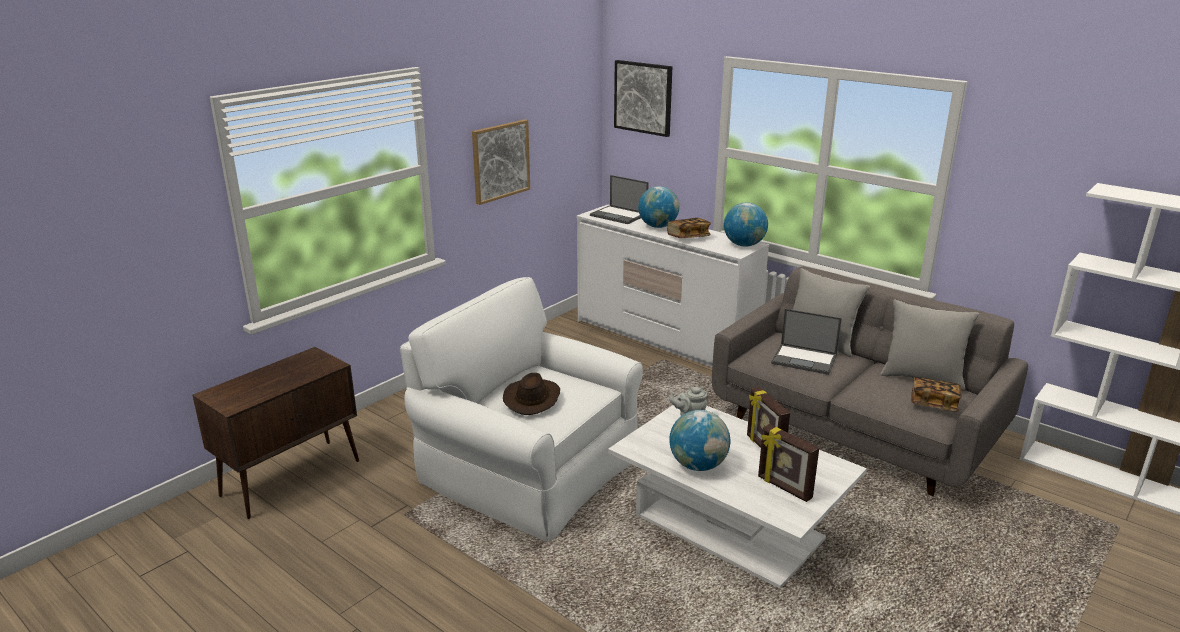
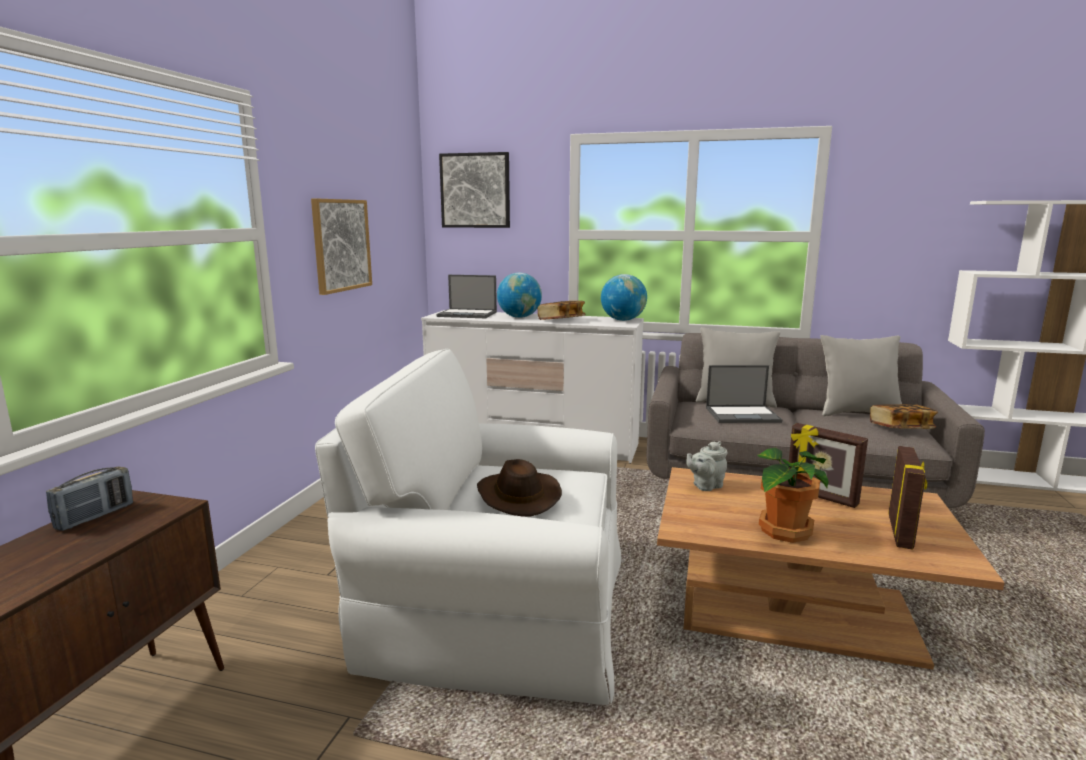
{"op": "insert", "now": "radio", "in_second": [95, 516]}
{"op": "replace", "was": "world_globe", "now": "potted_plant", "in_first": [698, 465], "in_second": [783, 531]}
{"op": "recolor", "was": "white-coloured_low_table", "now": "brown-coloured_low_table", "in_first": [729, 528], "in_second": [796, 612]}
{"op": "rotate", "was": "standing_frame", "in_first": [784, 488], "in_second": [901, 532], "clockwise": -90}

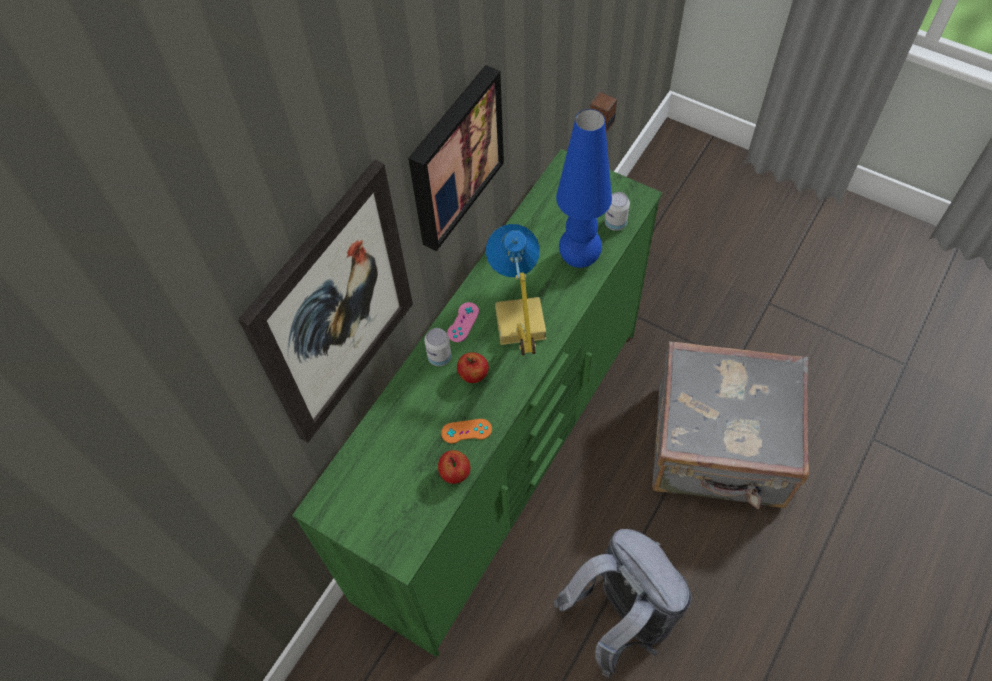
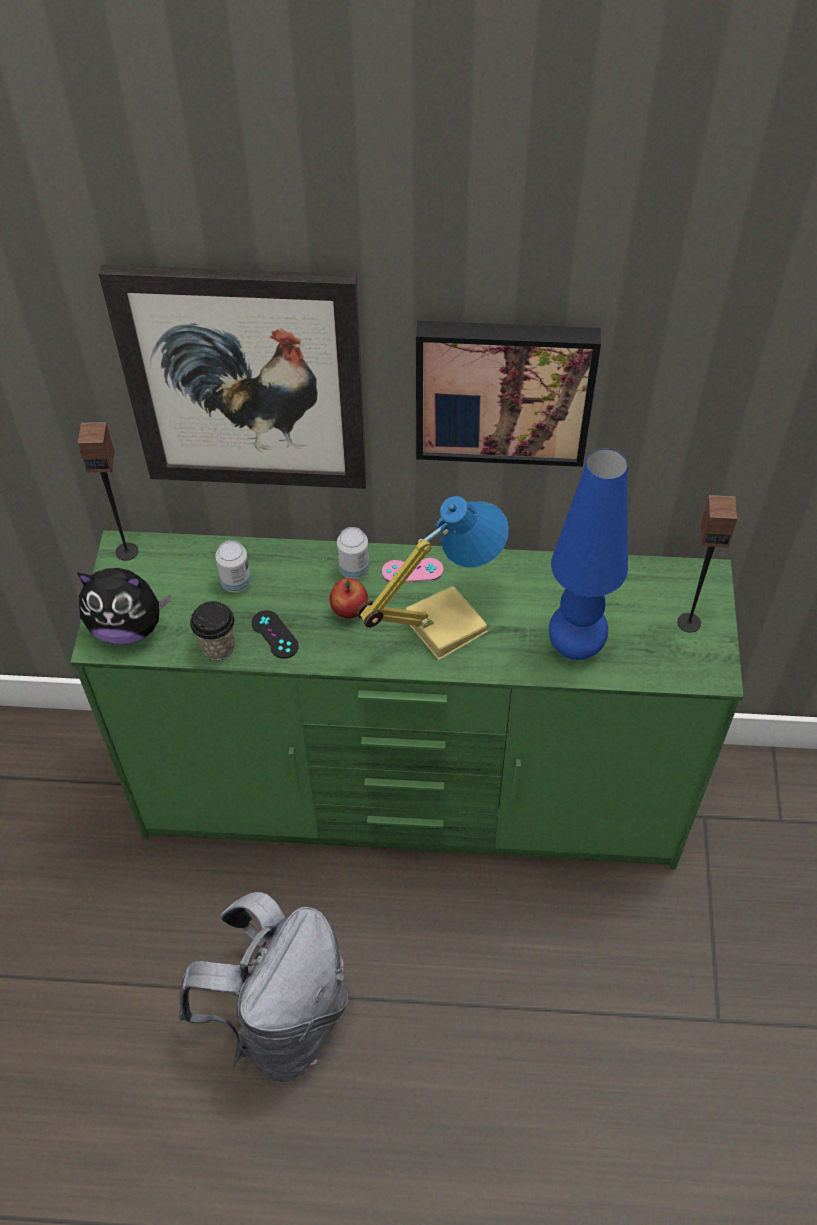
{"op": "delete", "was": "greyish_travel_case", "in_first": [720, 449]}
{"op": "insert", "now": "soft_toy", "in_second": [128, 627]}
{"op": "insert", "now": "speaker", "in_second": [127, 551]}
{"op": "move", "was": "sealed_can", "in_first": [615, 223], "in_second": [236, 582]}
{"op": "replace", "was": "apple", "now": "cup", "in_first": [455, 473], "in_second": [218, 647]}
{"op": "recolor", "was": "orangey_gamepad", "now": "blackish_gamepad", "in_first": [466, 431], "in_second": [275, 634]}

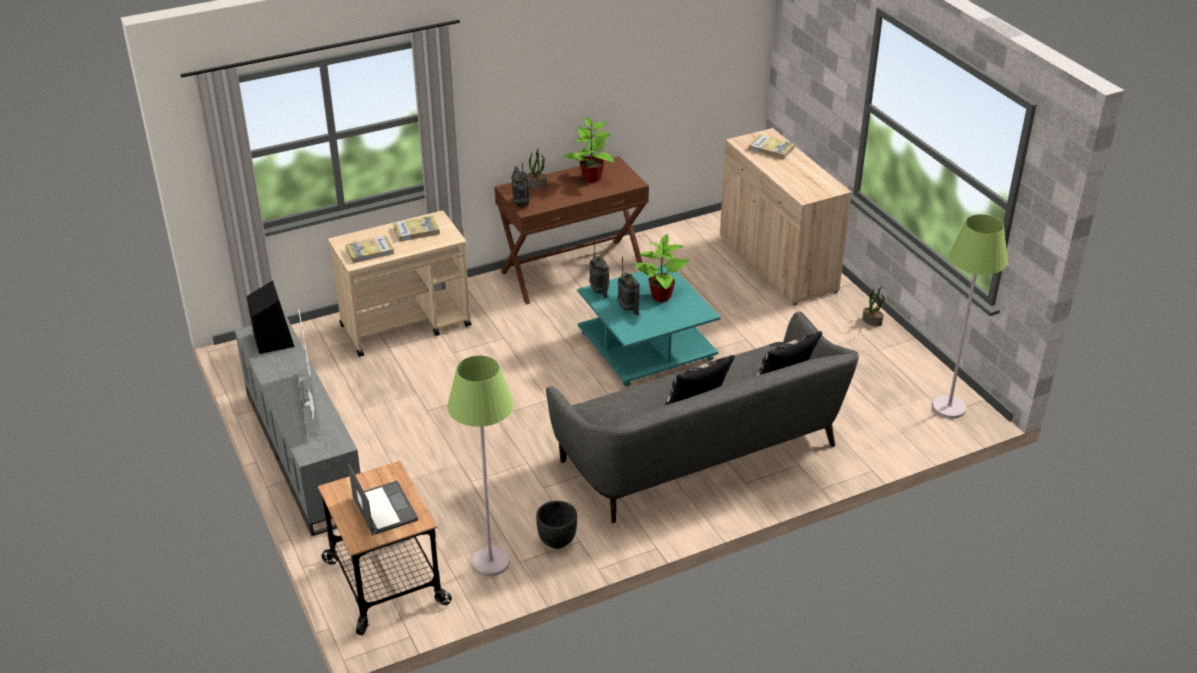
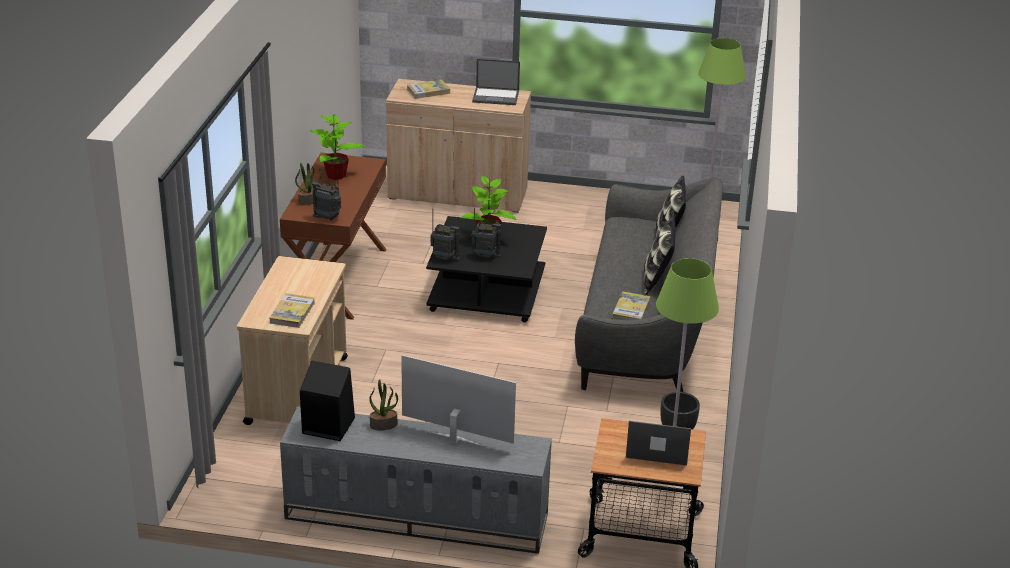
{"op": "insert", "now": "portable_computer", "in_second": [496, 96]}
{"op": "move", "was": "volume", "in_first": [416, 231], "in_second": [631, 310]}
{"op": "move", "was": "potted_plant", "in_first": [872, 321], "in_second": [384, 424]}
{"op": "recolor", "was": "turquoise-coloured_low_table", "now": "blackish_low_table", "in_first": [646, 347], "in_second": [488, 292]}

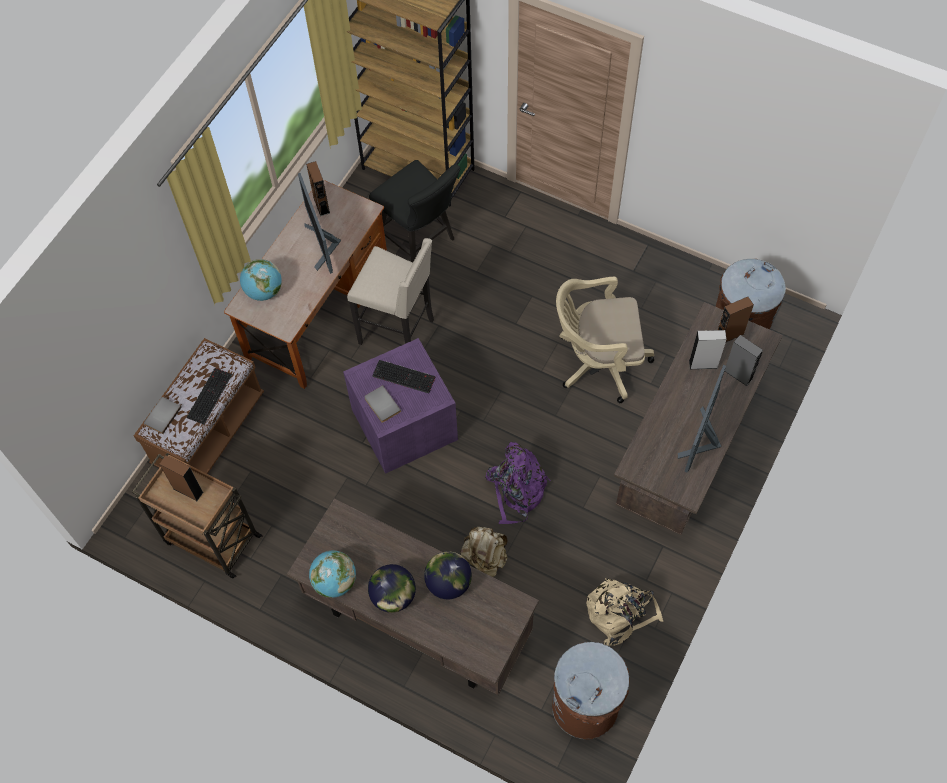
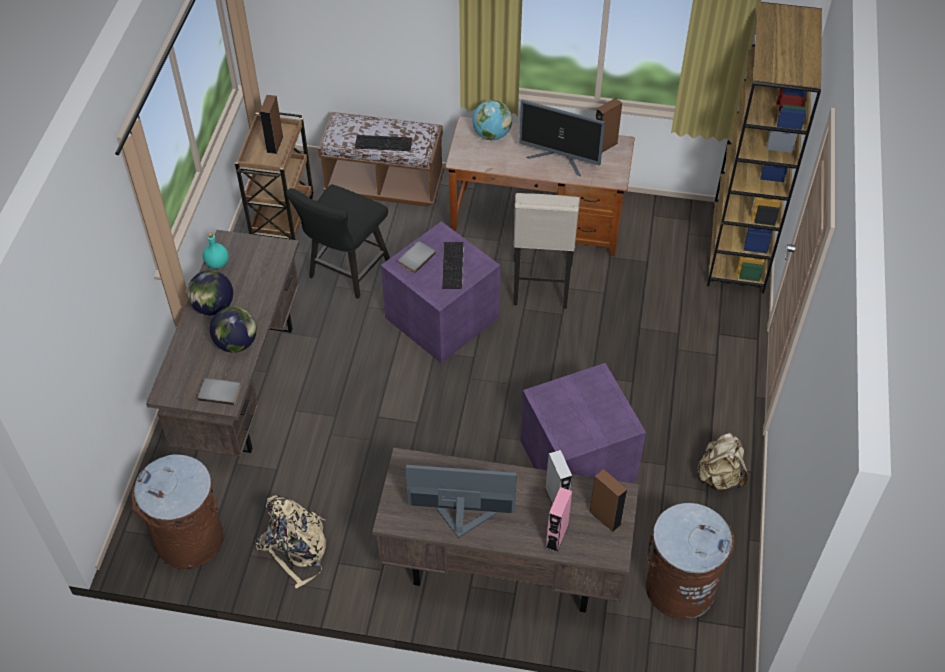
{"op": "delete", "was": "purple_rucksack", "in_first": [516, 490]}
{"op": "move", "was": "greyish_volume", "in_first": [161, 415], "in_second": [220, 391]}
{"op": "move", "was": "blackish_chair", "in_first": [420, 242], "in_second": [345, 273]}
{"op": "move", "was": "sand-coloured_rucksack", "in_first": [485, 558], "in_second": [719, 476]}
{"op": "replace", "was": "world_globe", "now": "turquoise-coloured_drink_bottle", "in_first": [335, 581], "in_second": [217, 263]}
{"op": "replace", "was": "sand-coloured_office_chair", "now": "purple_storage_box", "in_first": [597, 362], "in_second": [578, 459]}
{"op": "recolor", "was": "greyish_speaker", "now": "pinkish_speaker", "in_first": [738, 374], "in_second": [556, 536]}
{"op": "rotate", "was": "computer_display", "in_first": [323, 245], "in_second": [560, 160], "clockwise": -120}

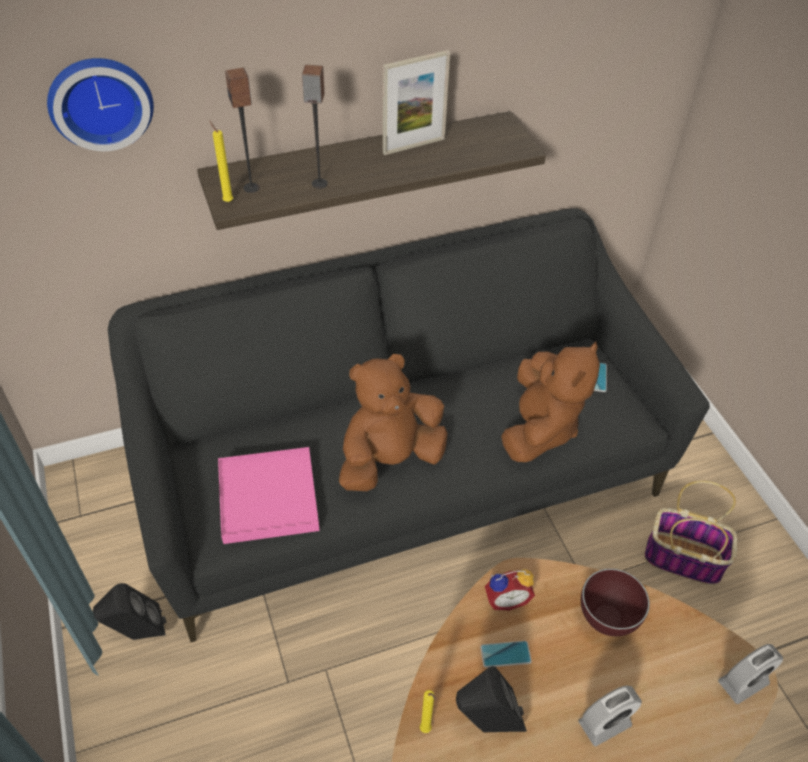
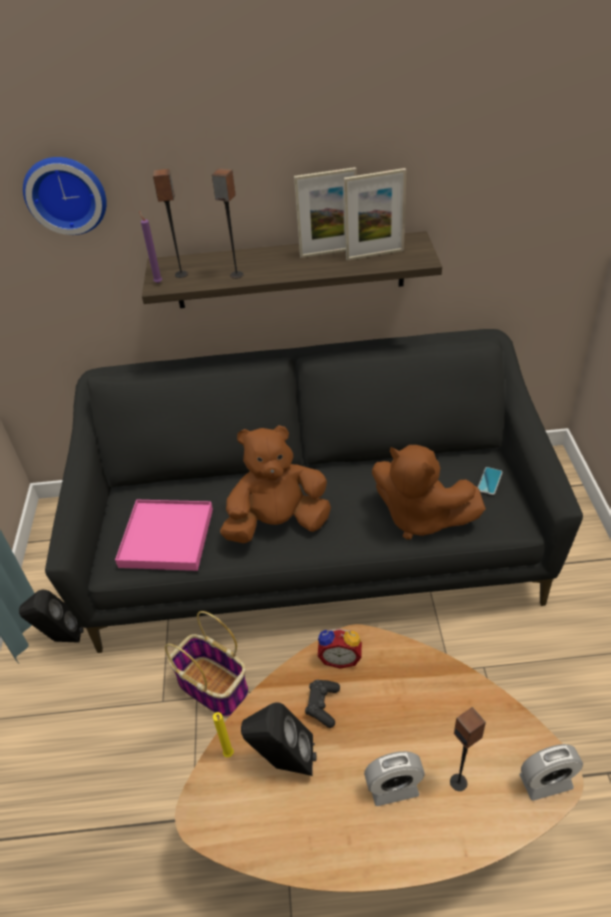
{"op": "delete", "was": "brown-coloured_deep_dish", "in_first": [604, 619]}
{"op": "insert", "now": "standing_frame", "in_second": [375, 254]}
{"op": "insert", "now": "speaker", "in_second": [458, 782]}
{"op": "move", "was": "household_basket", "in_first": [684, 558], "in_second": [214, 687]}
{"op": "replace", "was": "handset", "now": "blackish_gamepad", "in_first": [505, 654], "in_second": [322, 706]}
{"op": "recolor", "was": "yellowish_candle", "now": "purple_candle", "in_first": [227, 201], "in_second": [158, 282]}
{"op": "rotate", "was": "brown-coloured_soft_toy", "in_first": [539, 429], "in_second": [419, 517], "clockwise": 90}

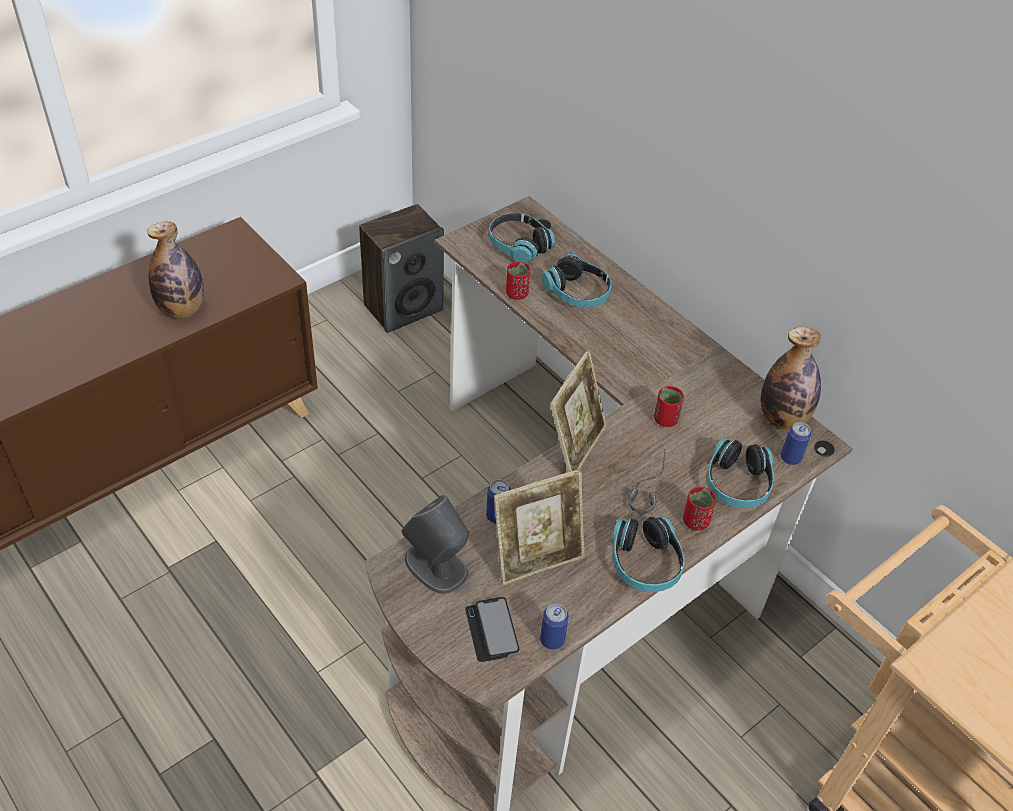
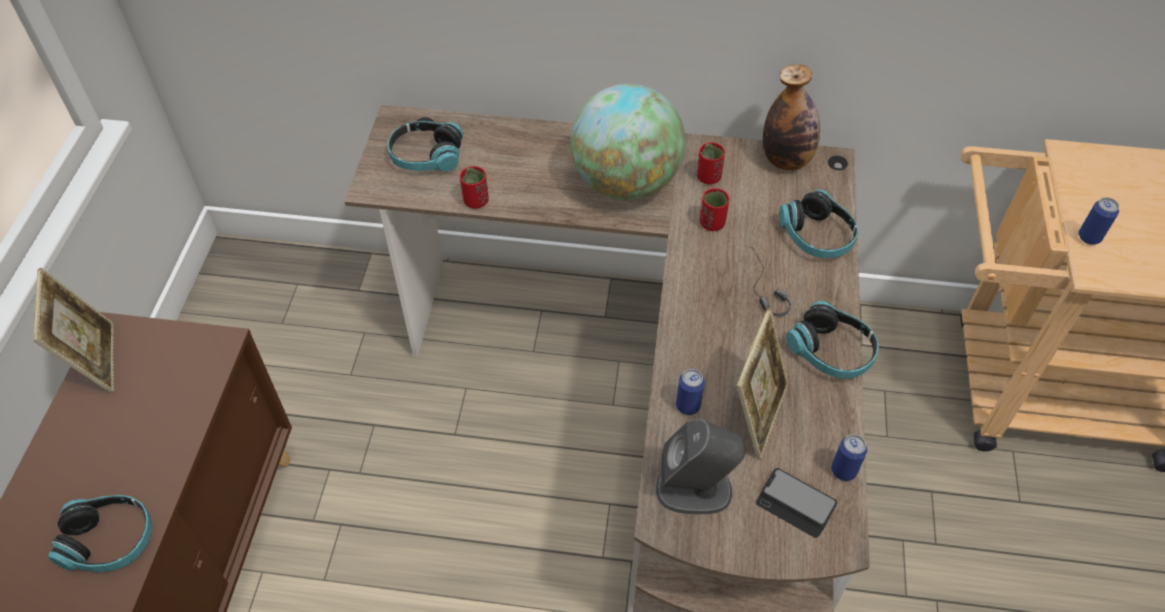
{"op": "delete", "was": "drink_bottle", "in_first": [182, 309]}
{"op": "delete", "was": "speaker", "in_first": [403, 307]}
{"op": "insert", "now": "world_globe", "in_second": [625, 183]}
{"op": "move", "was": "headphones", "in_first": [577, 292], "in_second": [109, 541]}
{"op": "move", "was": "standing_frame", "in_first": [575, 446], "in_second": [95, 360]}
{"op": "move", "was": "red_cup", "in_first": [695, 521], "in_second": [708, 177]}
{"op": "move", "was": "sealed_can", "in_first": [790, 458], "in_second": [1089, 237]}

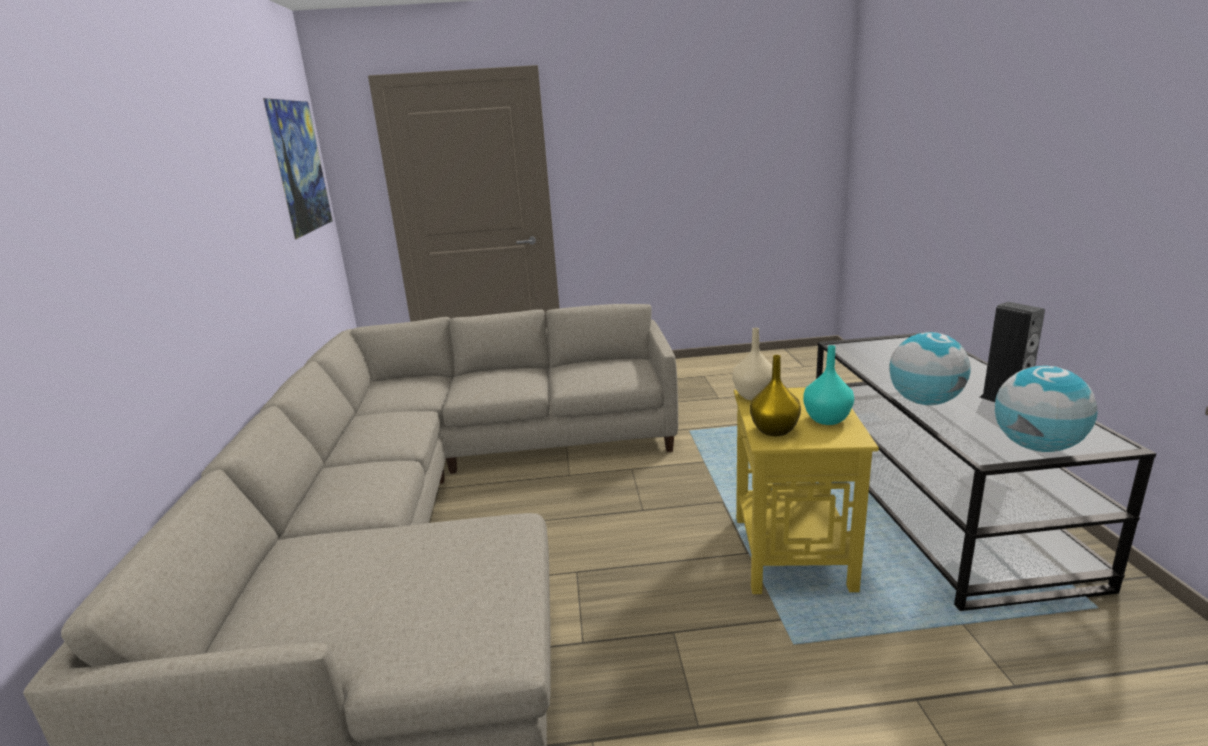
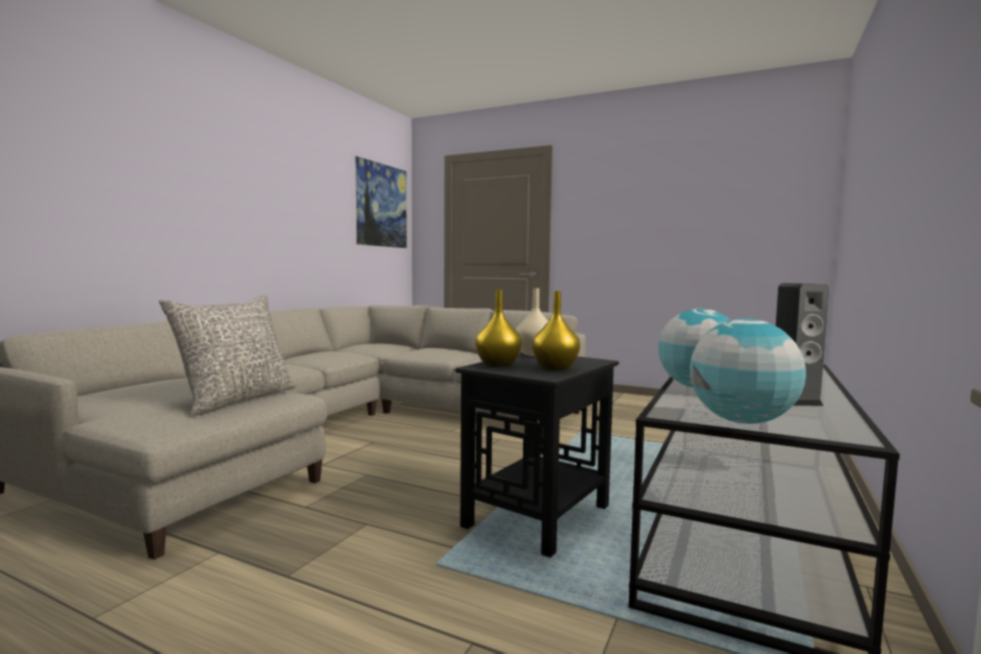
{"op": "insert", "now": "greyish_pillow", "in_second": [236, 400]}
{"op": "recolor", "was": "yellowish_accent_table", "now": "blackish_accent_table", "in_first": [792, 553], "in_second": [536, 517]}
{"op": "recolor", "was": "turquoise-coloured_vase", "now": "yellowish_vase", "in_first": [826, 419], "in_second": [555, 368]}

